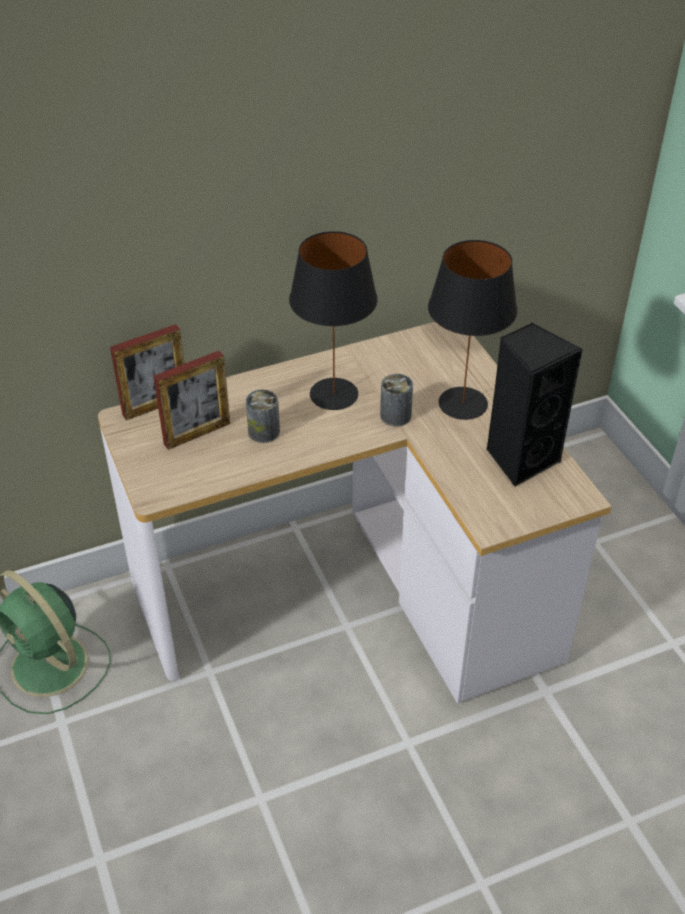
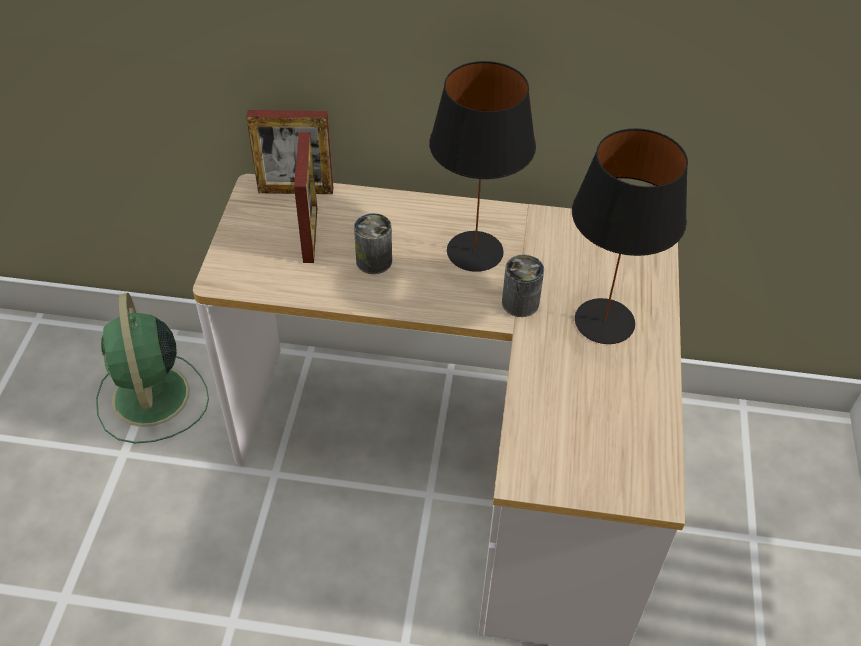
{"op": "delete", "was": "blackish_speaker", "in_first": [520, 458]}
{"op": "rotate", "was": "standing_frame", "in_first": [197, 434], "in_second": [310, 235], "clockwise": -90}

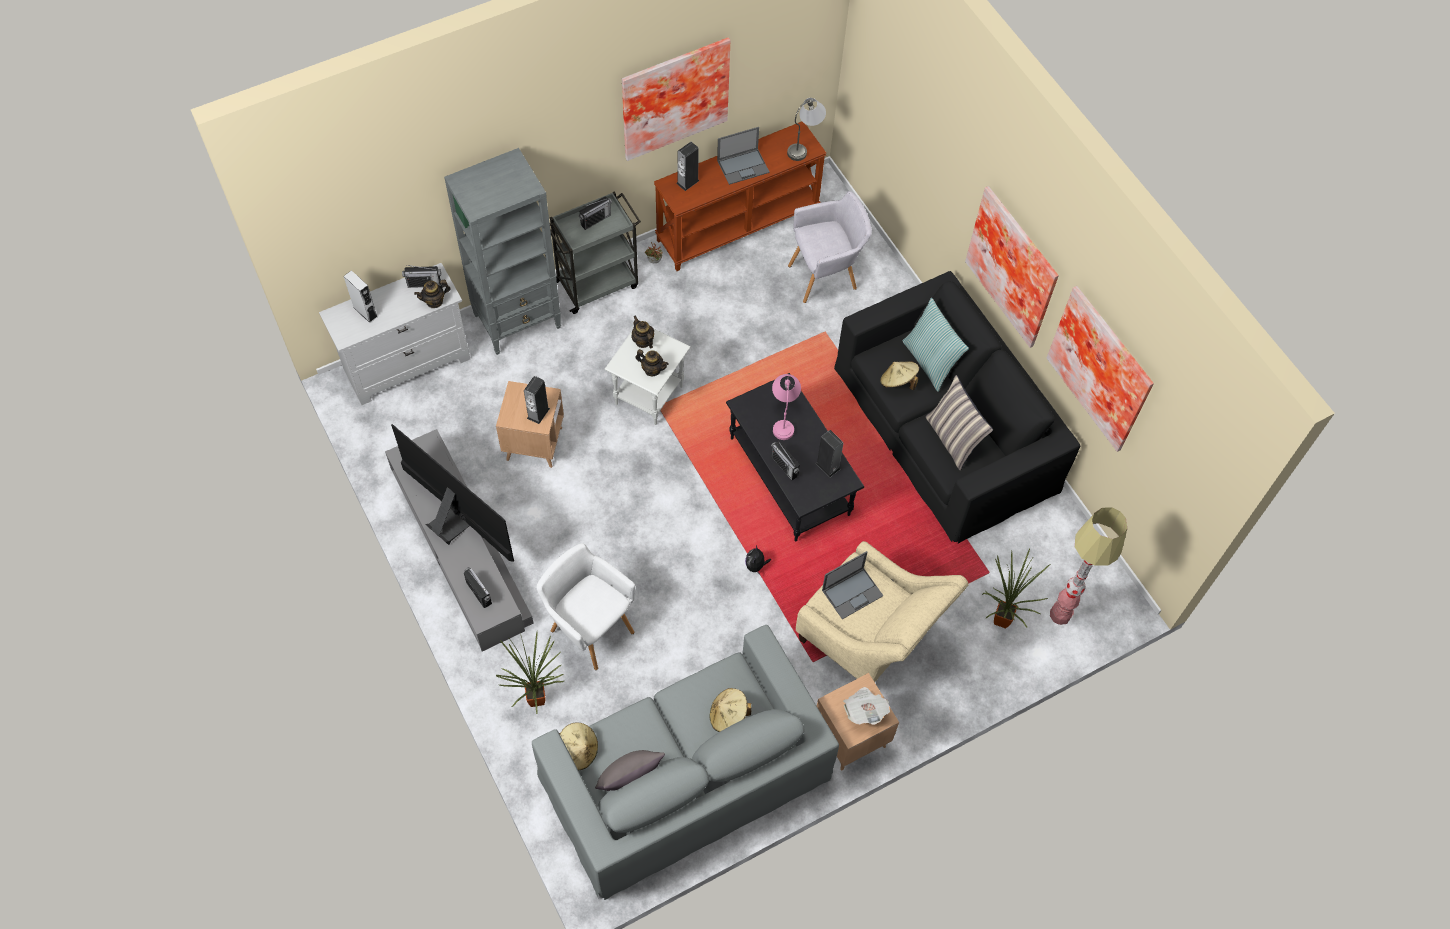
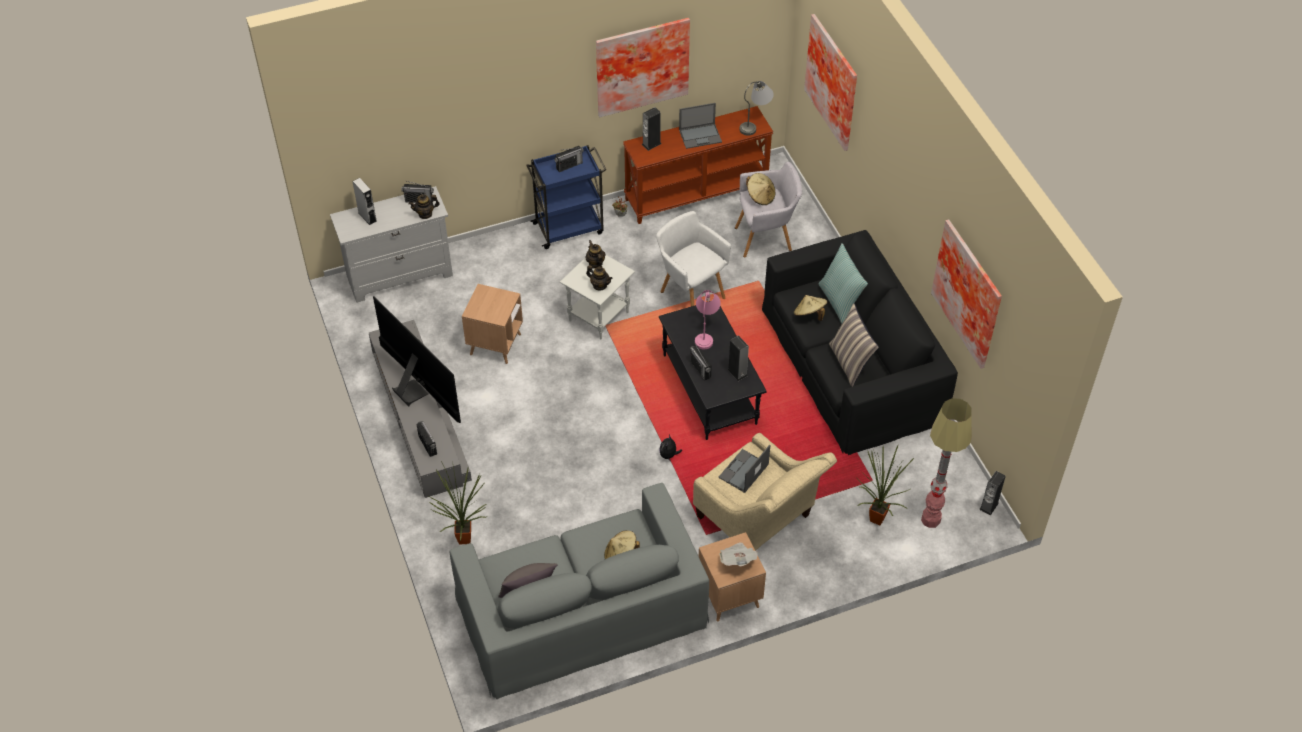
{"op": "delete", "was": "greyish_bookshelf", "in_first": [518, 321]}
{"op": "move", "was": "speaker", "in_first": [538, 413], "in_second": [989, 506]}
{"op": "move", "was": "white-coloured_easy_chair", "in_first": [589, 628], "in_second": [690, 292]}
{"op": "move", "was": "sand-coloured_clothing_hat", "in_first": [577, 751], "in_second": [760, 196]}
{"op": "move", "was": "wall_art", "in_first": [1015, 265], "in_second": [834, 81]}
{"op": "recolor", "was": "greyish_cart", "now": "blue_cart", "in_first": [597, 283], "in_second": [569, 228]}
{"op": "rotate", "was": "portable_computer", "in_first": [852, 592], "in_second": [743, 471], "clockwise": 150}

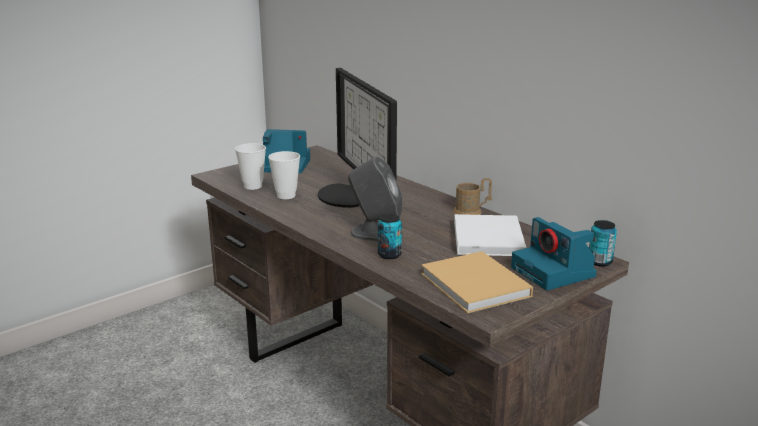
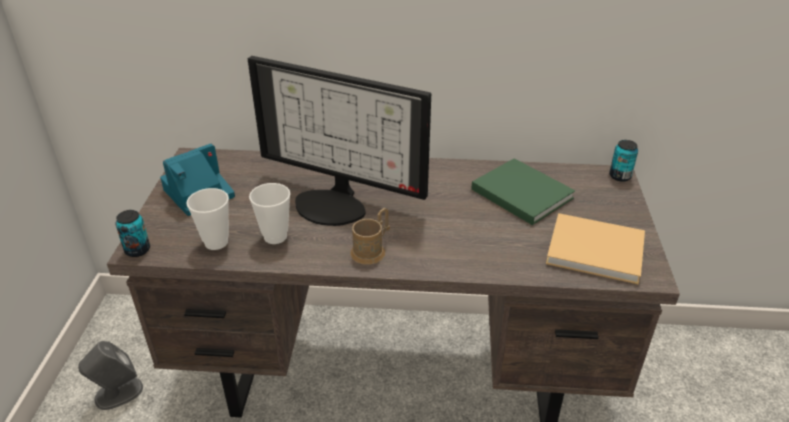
{"op": "delete", "was": "still_camera", "in_first": [554, 272]}
{"op": "move", "was": "greyish_speaker", "in_first": [375, 233], "in_second": [118, 393]}
{"op": "move", "was": "sealed_can", "in_first": [389, 255], "in_second": [137, 250]}
{"op": "move", "was": "brown-coloured_mug", "in_first": [471, 211], "in_second": [372, 250]}
{"op": "recolor", "was": "white-coloured_volume", "now": "greenish_volume", "in_first": [487, 237], "in_second": [519, 192]}

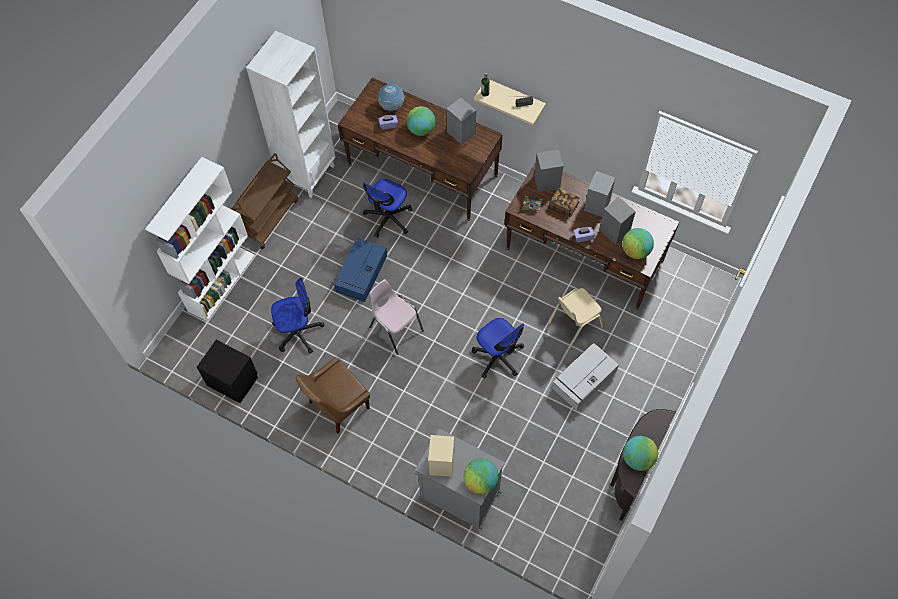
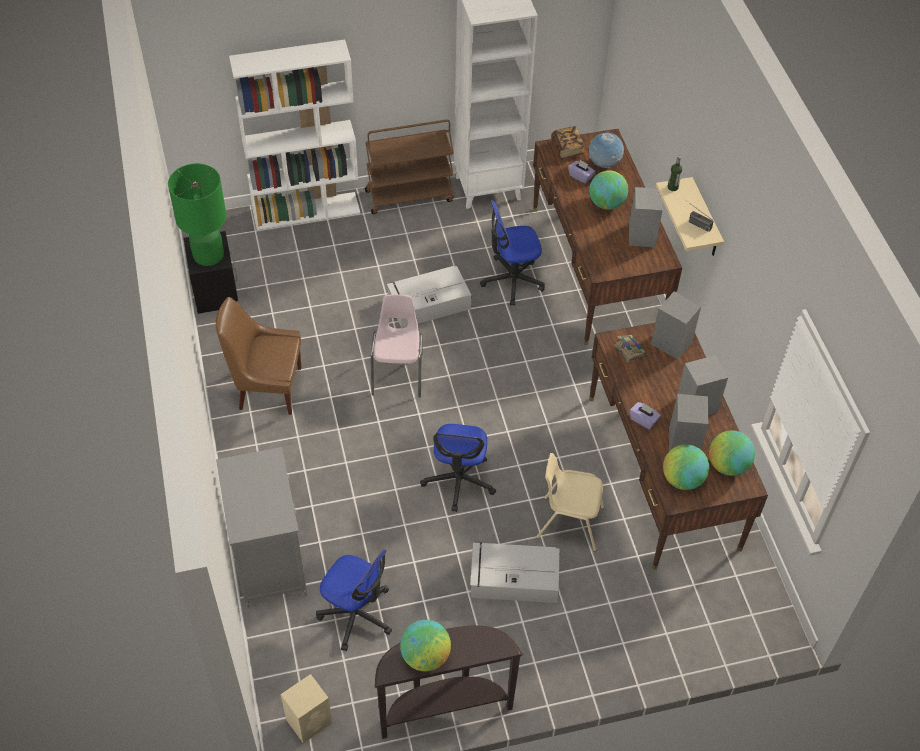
{"op": "insert", "now": "greenish_lamp_for_a_table", "in_second": [208, 255]}
{"op": "move", "was": "office_chair", "in_first": [298, 332], "in_second": [356, 614]}
{"op": "move", "was": "sand-coloured_speaker", "in_first": [442, 462], "in_second": [310, 720]}
{"op": "move", "was": "world_globe", "in_first": [480, 481], "in_second": [727, 465]}
{"op": "move", "was": "volume", "in_first": [563, 206], "in_second": [567, 149]}
{"op": "recolor", "was": "blue_storage_box", "now": "greyish_storage_box", "in_first": [361, 274], "in_second": [428, 304]}

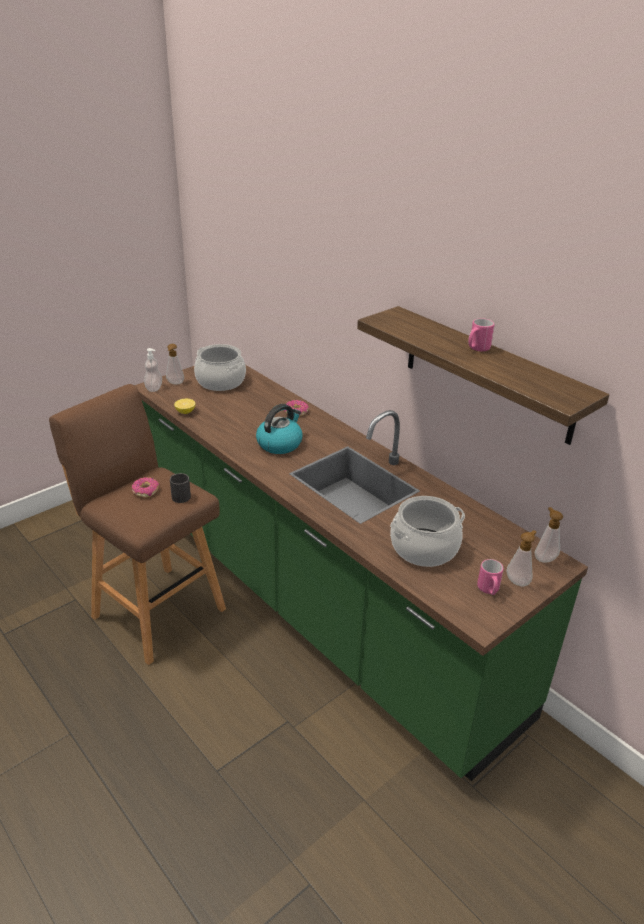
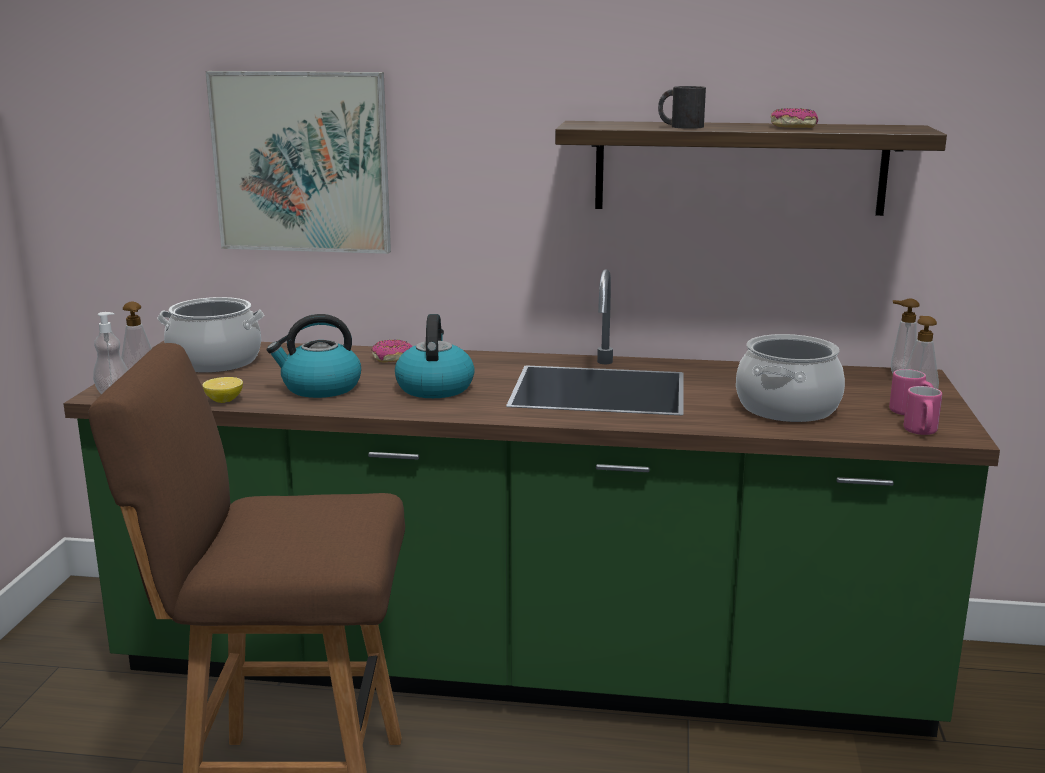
{"op": "insert", "now": "wall_art", "in_second": [301, 162]}
{"op": "insert", "now": "tea_kettle", "in_second": [320, 388]}
{"op": "move", "was": "ring_doughnut", "in_first": [146, 491], "in_second": [793, 127]}
{"op": "move", "was": "blackish_mug", "in_first": [179, 495], "in_second": [680, 126]}
{"op": "move", "was": "pinkish_mug", "in_first": [477, 349], "in_second": [921, 432]}

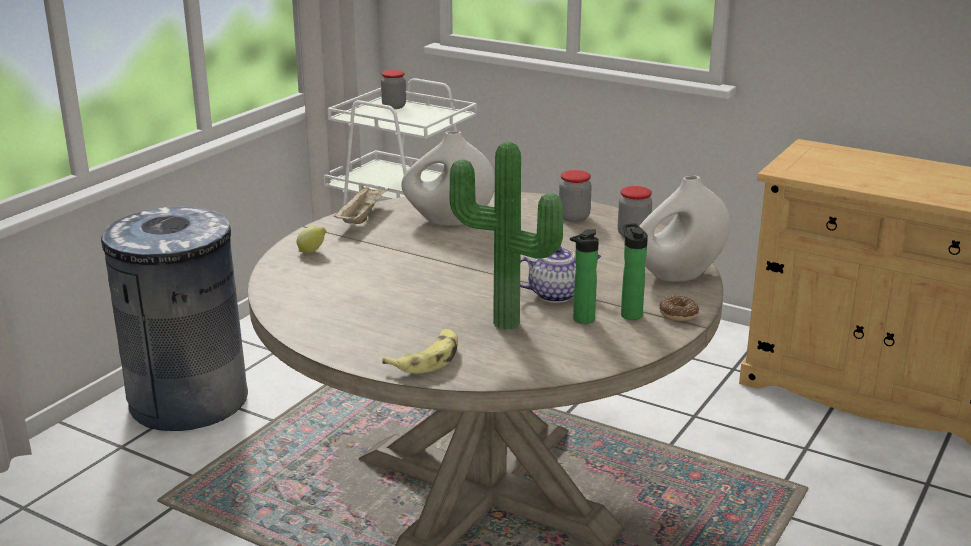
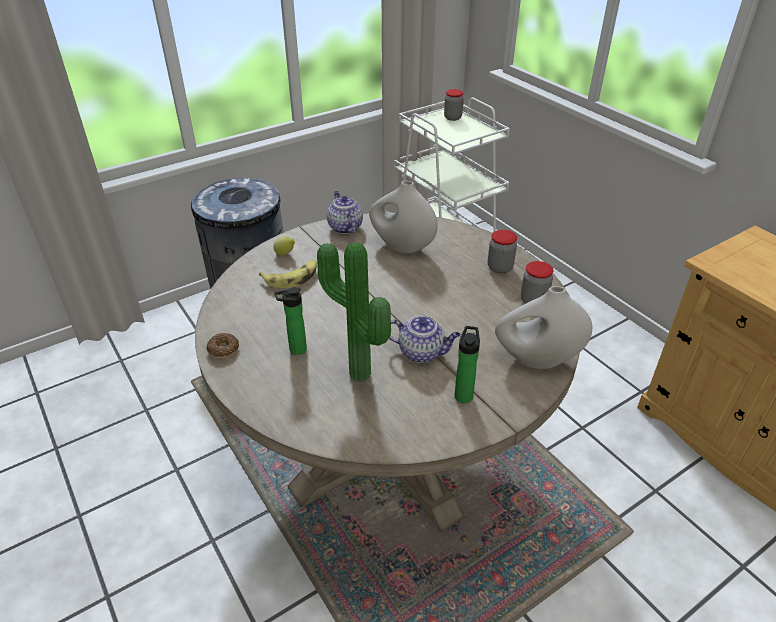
{"op": "move", "was": "banana", "in_first": [427, 359], "in_second": [292, 278]}
{"op": "move", "was": "drink_bottle", "in_first": [581, 320], "in_second": [295, 350]}
{"op": "move", "was": "ring_doughnut", "in_first": [678, 314], "in_second": [223, 349]}
{"op": "replace", "was": "sand-coloured_carrying_tray", "now": "pot_for_tea", "in_first": [361, 217], "in_second": [344, 227]}

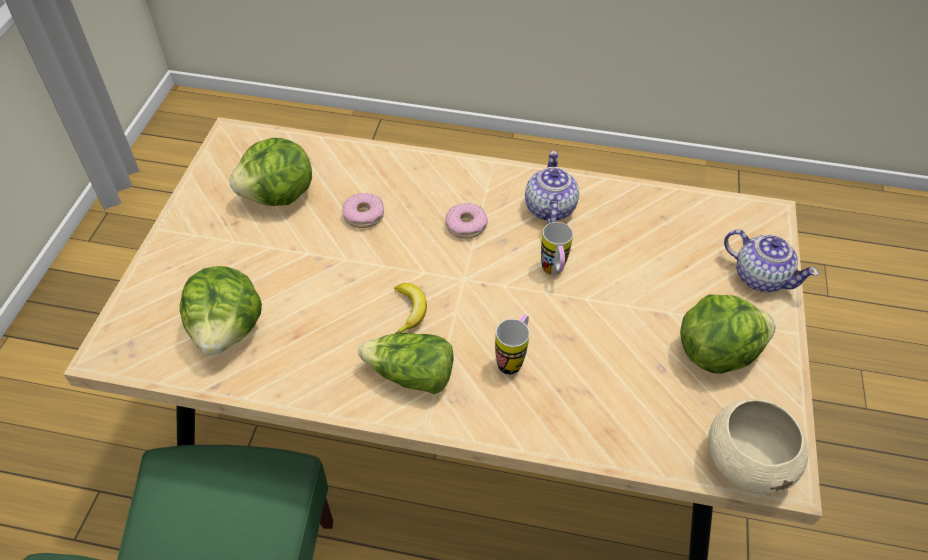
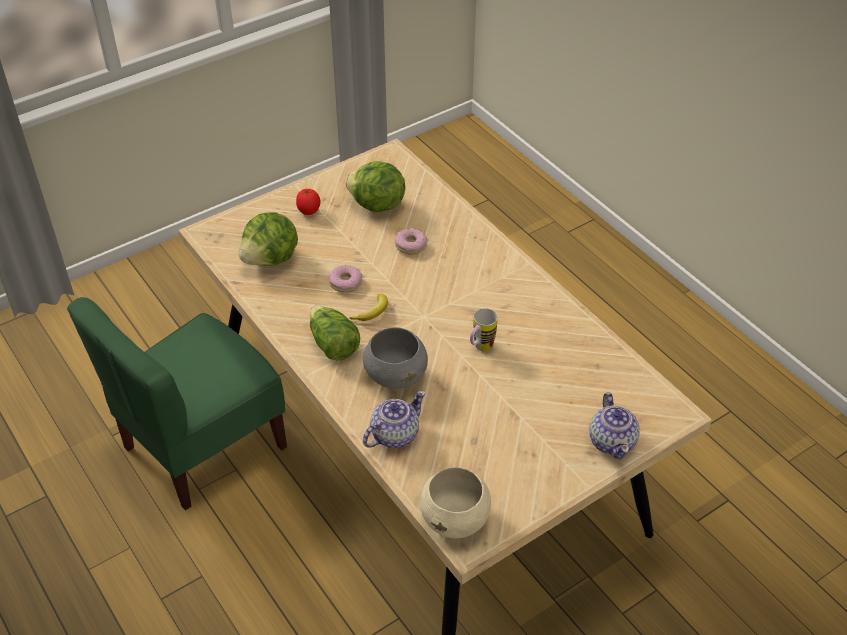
{"op": "delete", "was": "head_of_lettuce", "in_first": [715, 352]}
{"op": "insert", "now": "tomato", "in_second": [308, 212]}
{"op": "move", "was": "ring_doughnut", "in_first": [466, 225], "in_second": [345, 283]}
{"op": "move", "was": "pot_for_tea", "in_first": [549, 209], "in_second": [394, 435]}
{"op": "replace", "was": "mug", "now": "greyish_deep_dish", "in_first": [512, 359], "in_second": [396, 375]}

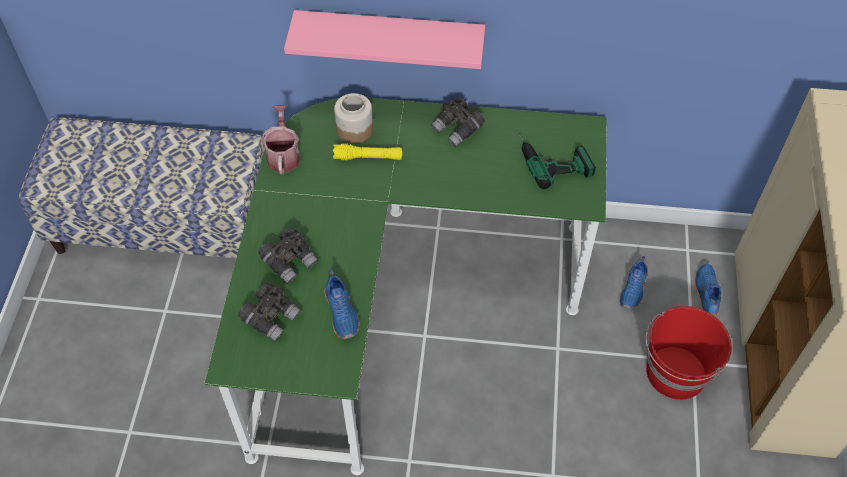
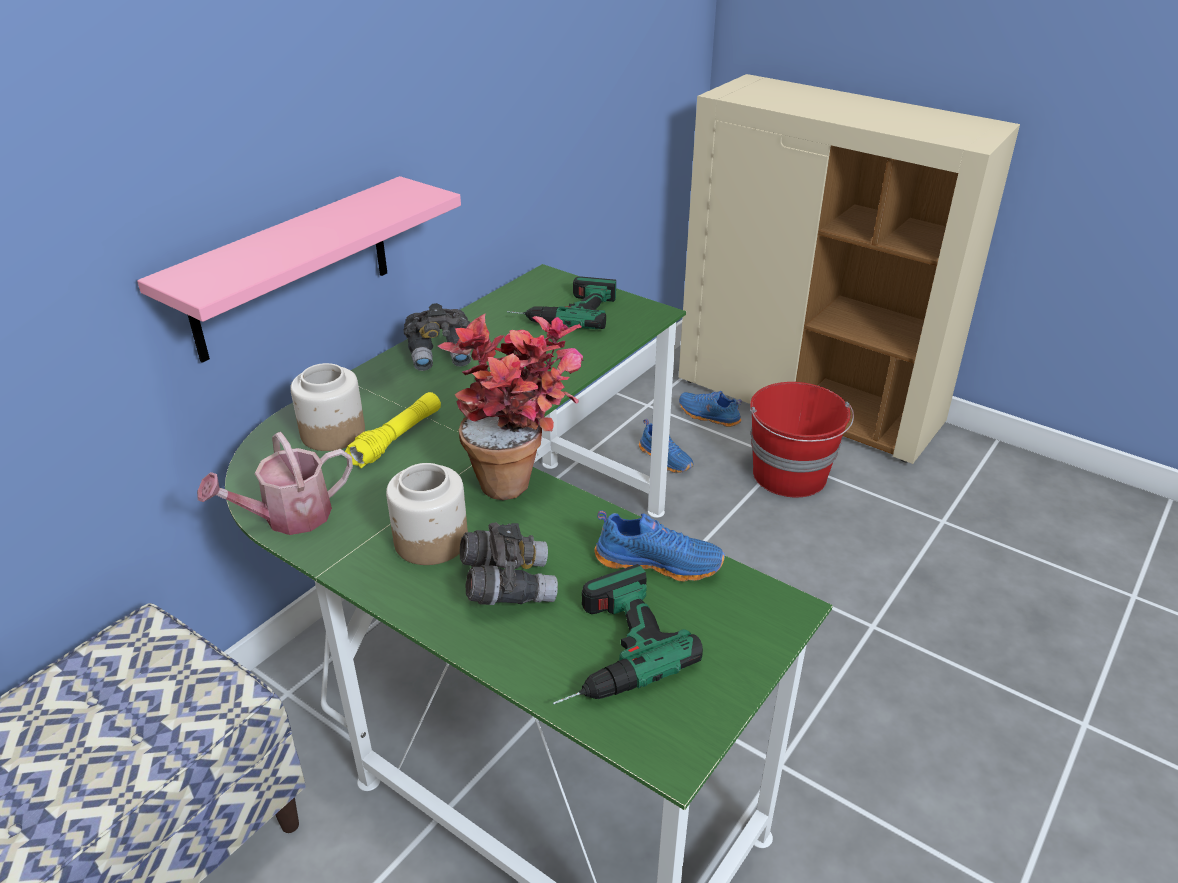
{"op": "insert", "now": "storage_jar", "in_second": [431, 541]}
{"op": "insert", "now": "potted_plant", "in_second": [522, 481]}
{"op": "replace", "was": "greyish_binoculars", "now": "electric_drill", "in_first": [271, 317], "in_second": [604, 650]}
{"op": "rotate", "was": "sprinkling_can", "in_first": [283, 155], "in_second": [288, 517], "clockwise": -60}

